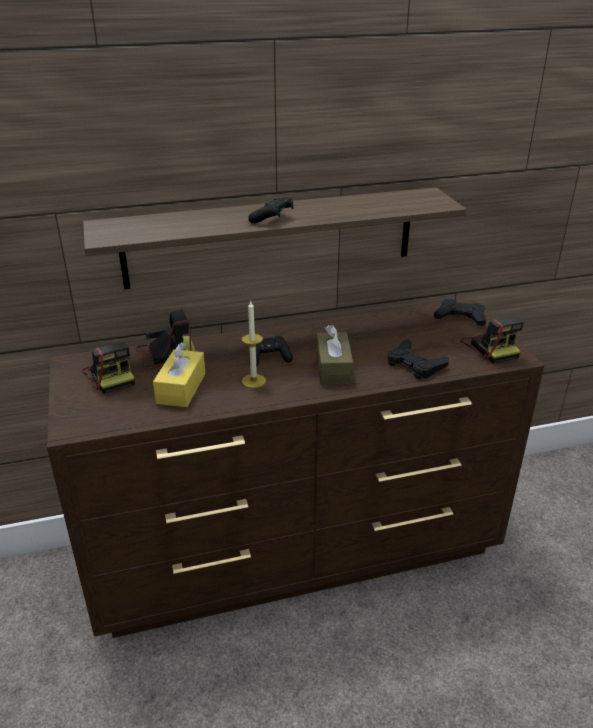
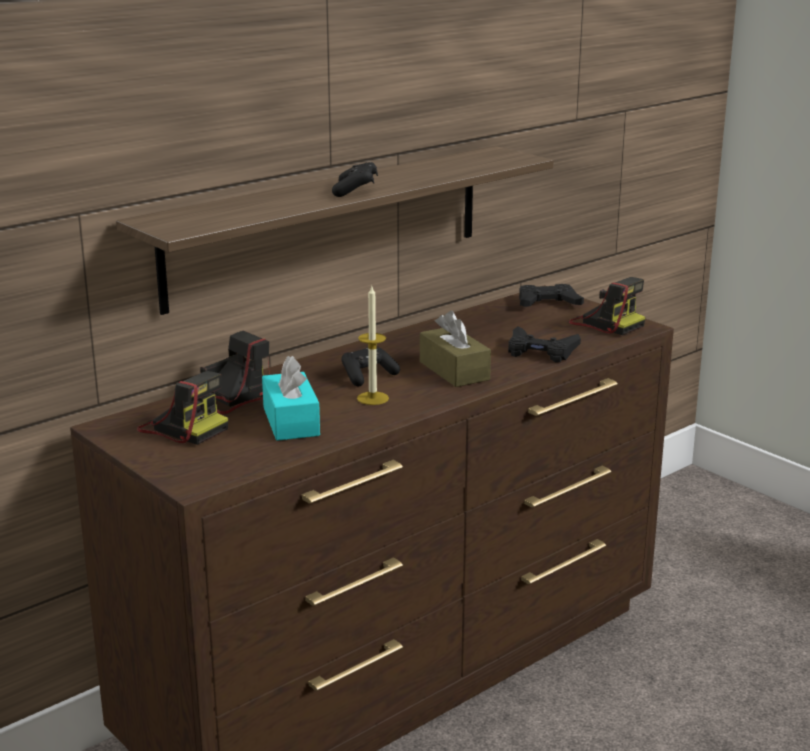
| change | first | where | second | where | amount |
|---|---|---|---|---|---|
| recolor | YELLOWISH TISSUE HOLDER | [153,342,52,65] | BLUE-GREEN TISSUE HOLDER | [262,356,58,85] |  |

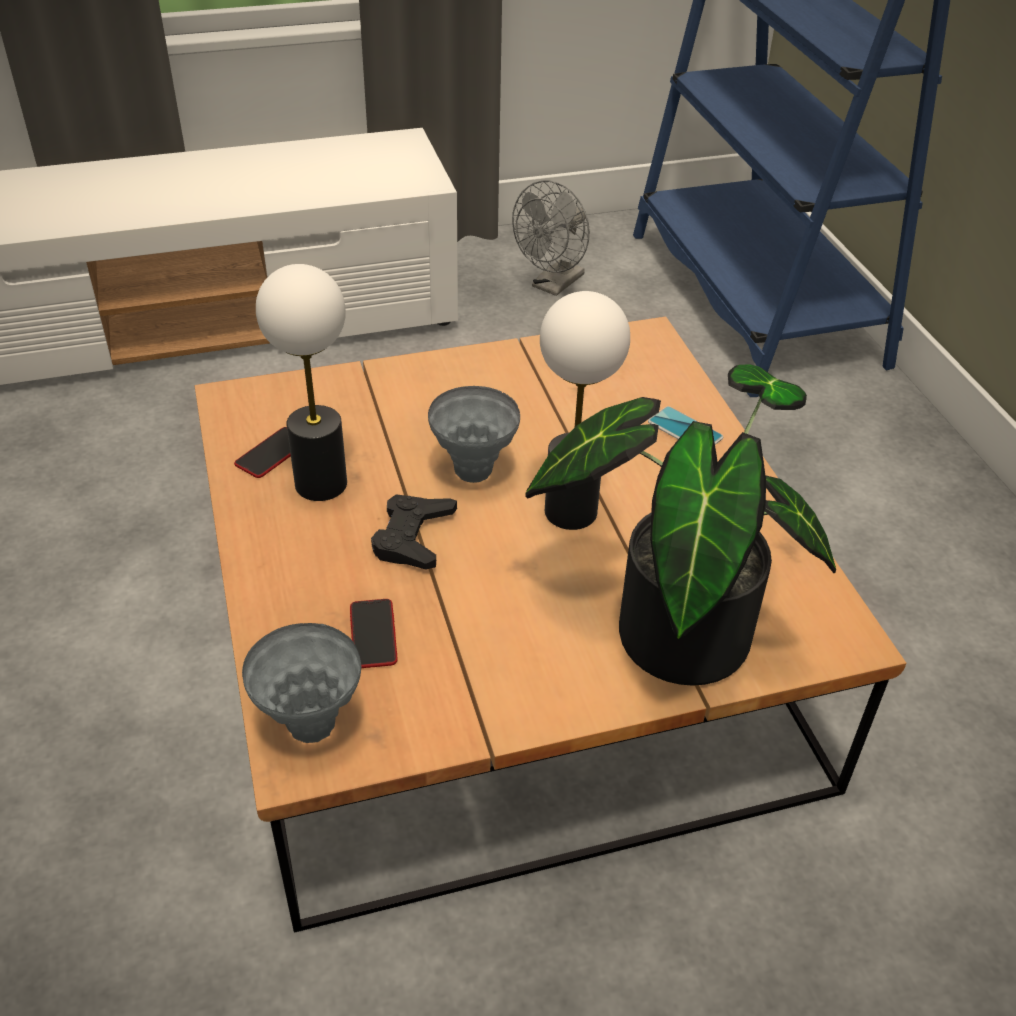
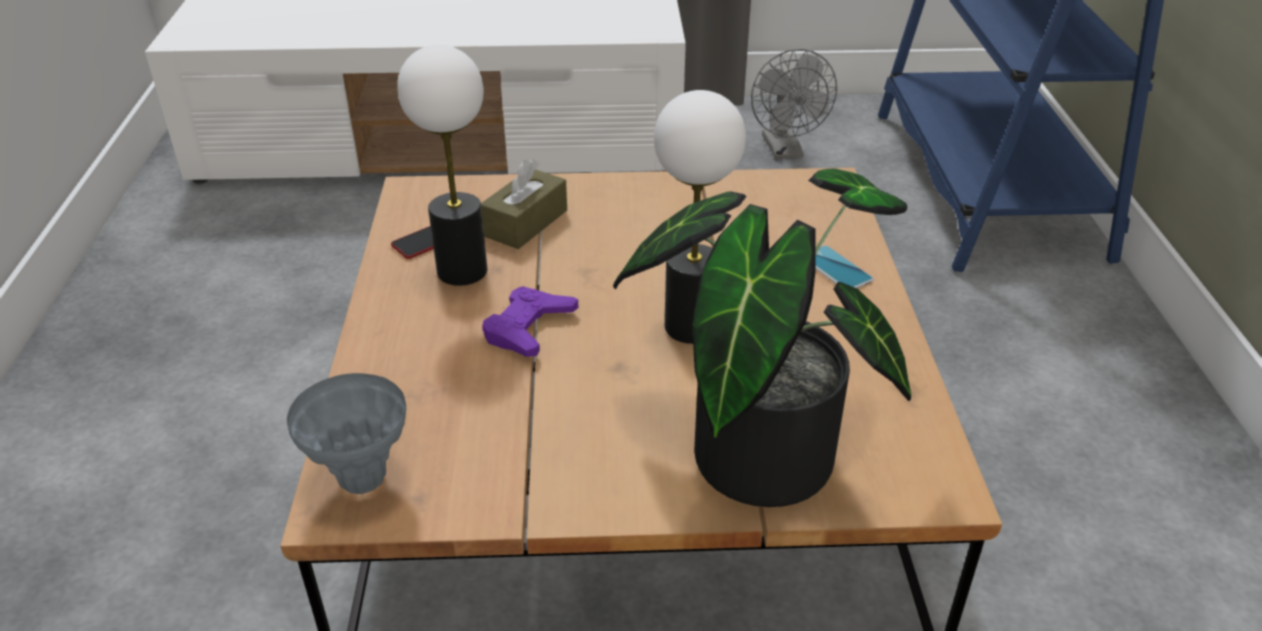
| change | first | where | second | where | amount |
|---|---|---|---|---|---|
| delete | HANDSET | [350,599,48,69] |  |  |  |
| recolor | BLACK GAME CONTROLLER | [371,494,86,75] | PURPLISH GAME CONTROLLER | [482,286,96,71] |  |
| delete | GREY DECORATIVE VASE | [428,386,92,97] |  |  |  |
| rotate | GREY ELECTRIC FAN | [512,180,78,116] |  | [751,49,86,110] | 60 degrees counterclockwise |
| insert |  |  | BROWNISH TISSUE HOLDER | [481,158,86,91] |  |

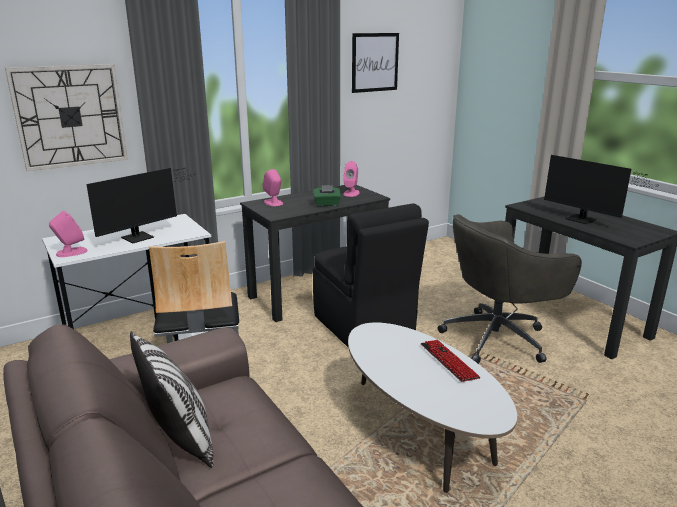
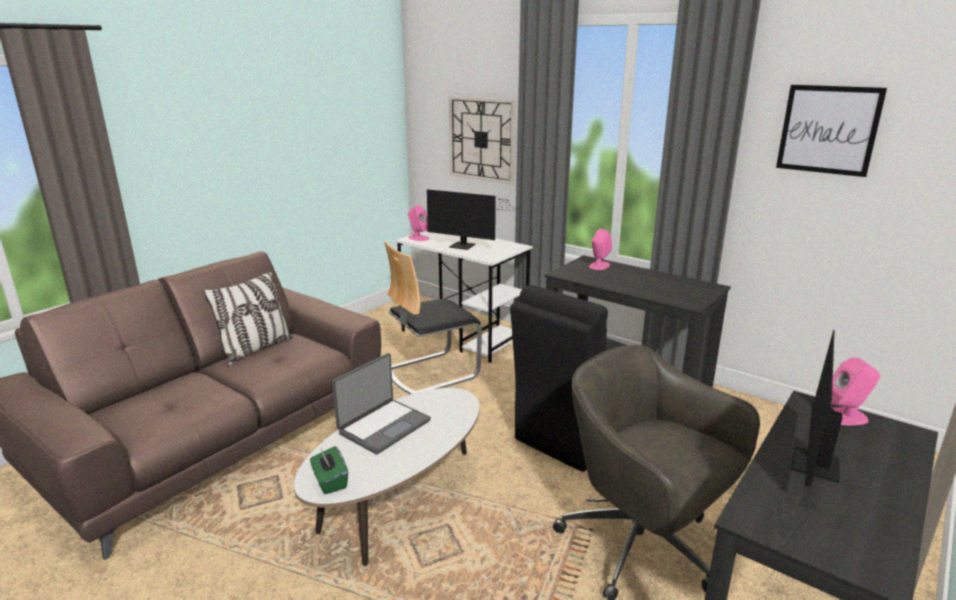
| change | first | where | second | where | amount |
|---|---|---|---|---|---|
| move | GREEN TISSUE HOLDER | [313,185,28,21] |  | [310,446,38,48] |  |
| move | PINK AUDIO SPEAKER | [343,161,17,36] |  | [831,357,49,68] |  |
| delete | PC KEYBOARD | [421,340,59,42] |  |  |  |
| insert |  |  | NOTEBOOK COMPUTER | [332,353,99,102] |  |

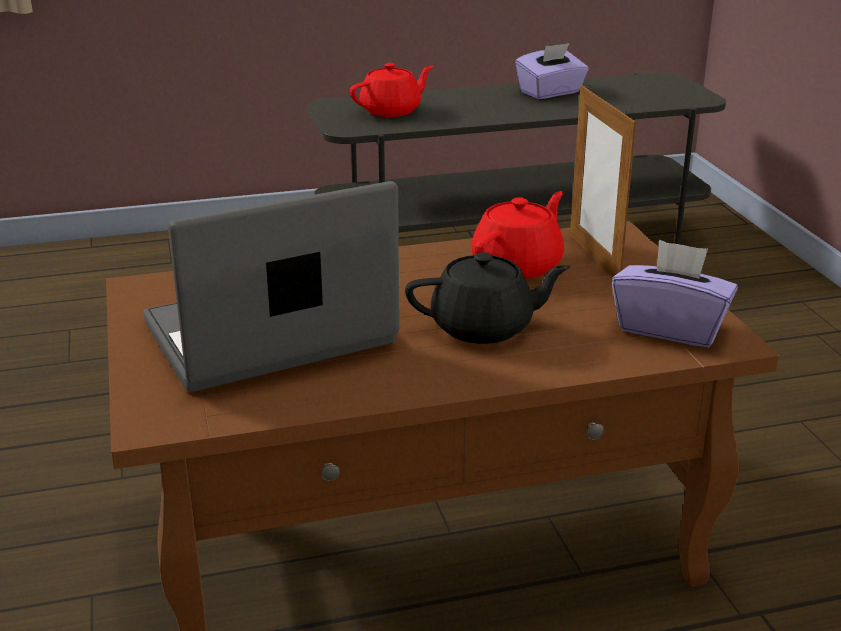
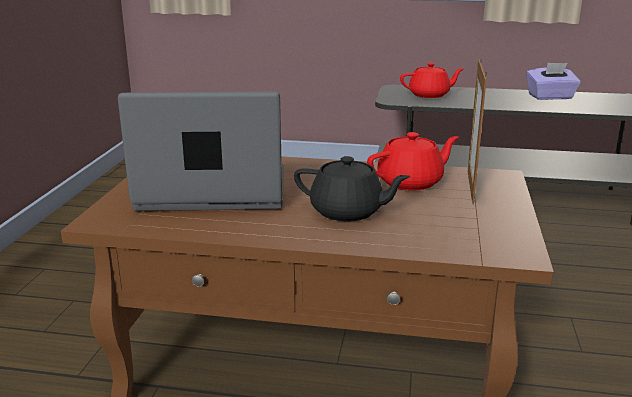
| change | first | where | second | where | amount |
|---|---|---|---|---|---|
| delete | PURPLISH TISSUE HOLDER | [612,240,126,107] |  |  |  |

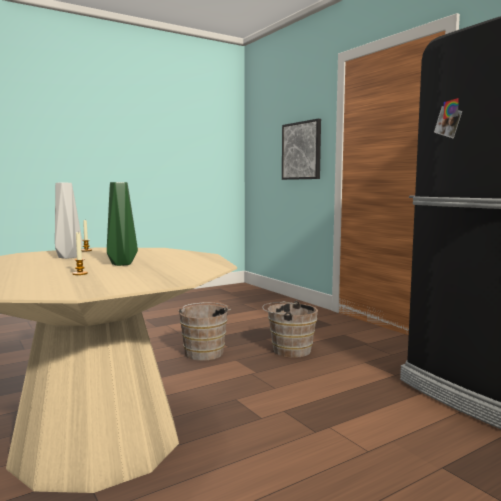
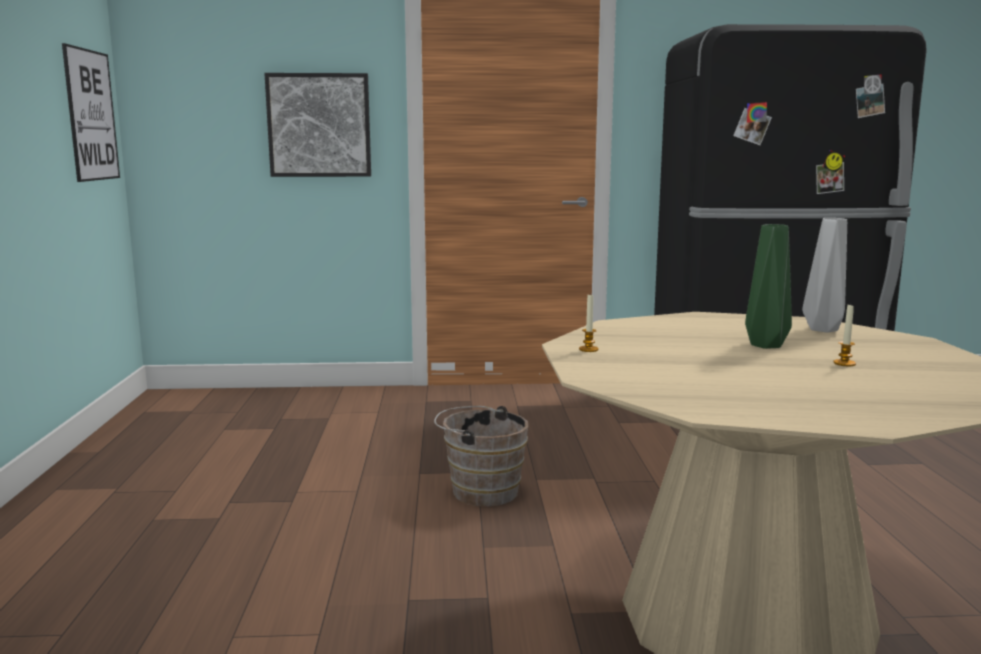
| change | first | where | second | where | amount |
|---|---|---|---|---|---|
| move | GREY DECORATIVE VASE | [55,183,28,76] |  | [802,218,45,115] |  |
| delete | BROWNISH PAIL | [262,301,56,57] |  |  |  |
| insert |  |  | PICTURE | [62,43,58,139] |  |

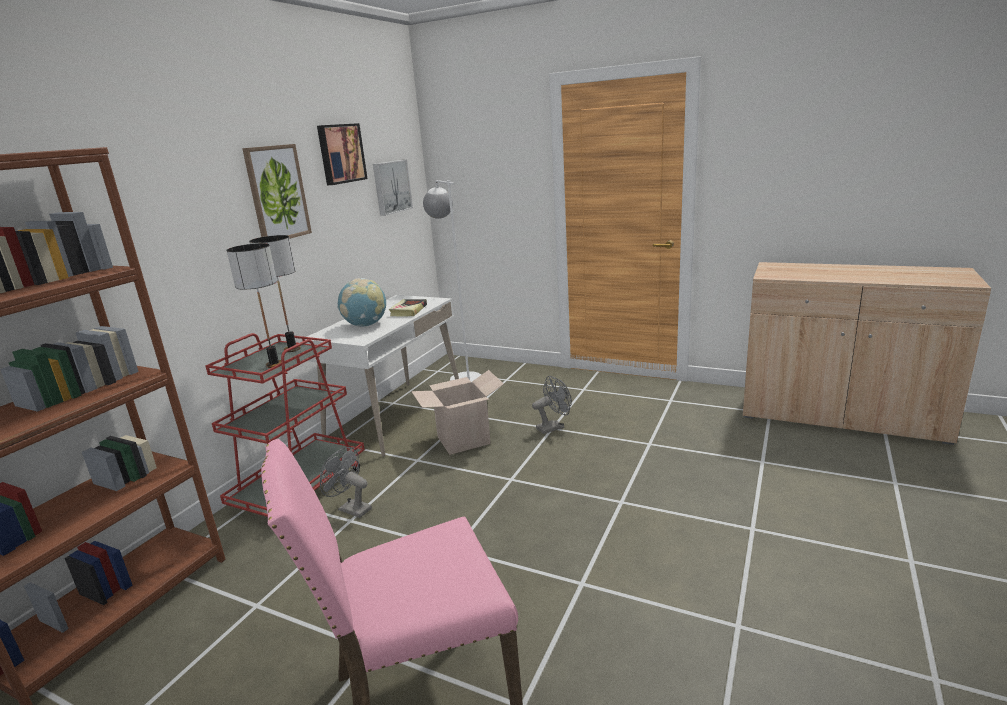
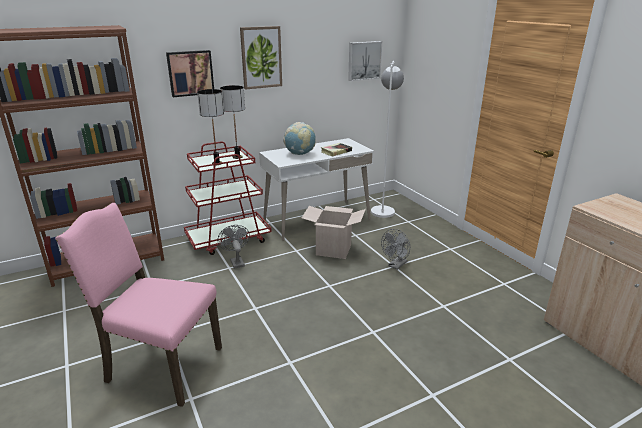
| change | first | where | second | where | amount |
|---|---|---|---|---|---|
| move | PICTURE | [317,123,51,62] |  | [166,50,48,47] |  |
| rotate | GREY ELECTRIC FAN | [532,376,40,58] |  | [381,229,29,41] | 120 degrees clockwise |

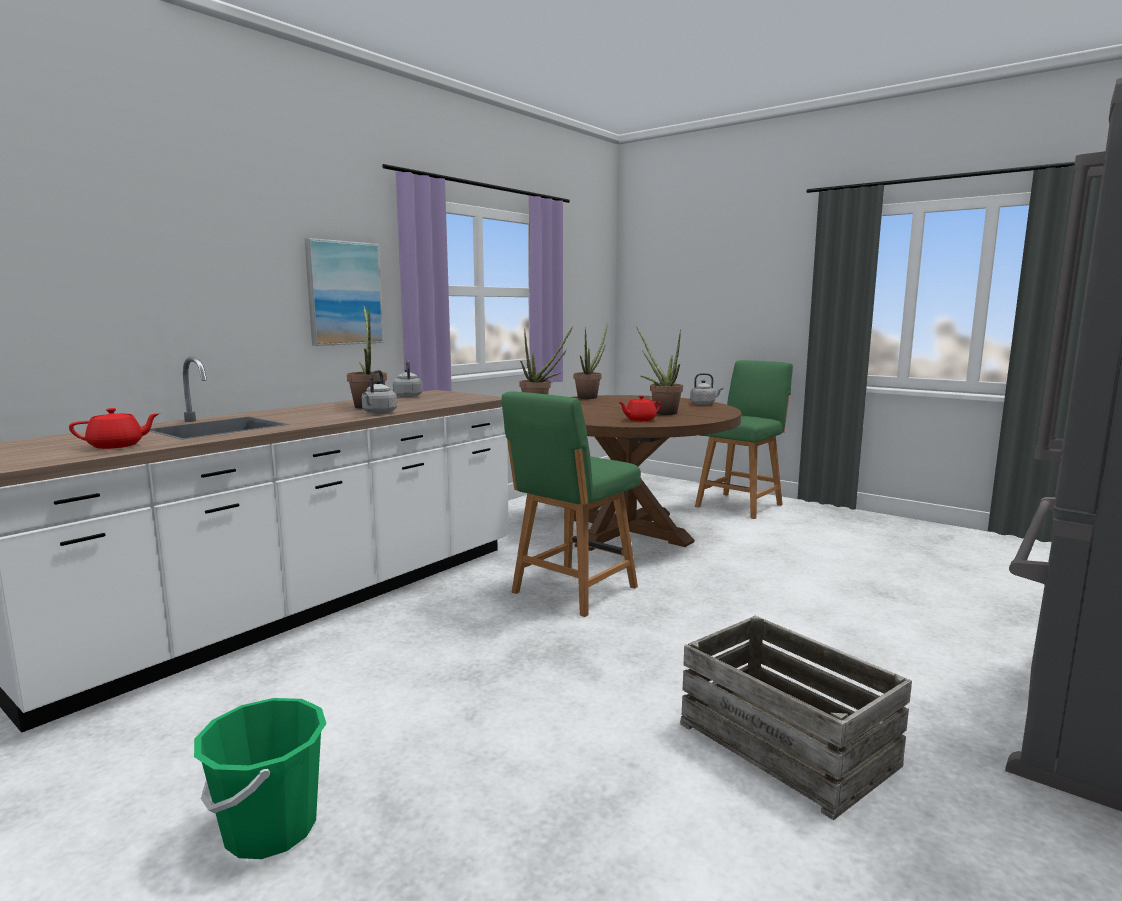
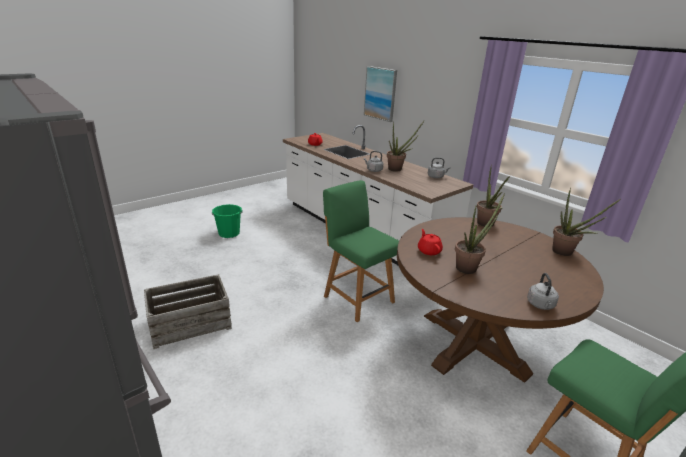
| change | first | where | second | where | amount |
|---|---|---|---|---|---|
| move | PICTURE | [304,238,80,108] |  | [364,66,33,56] |  |

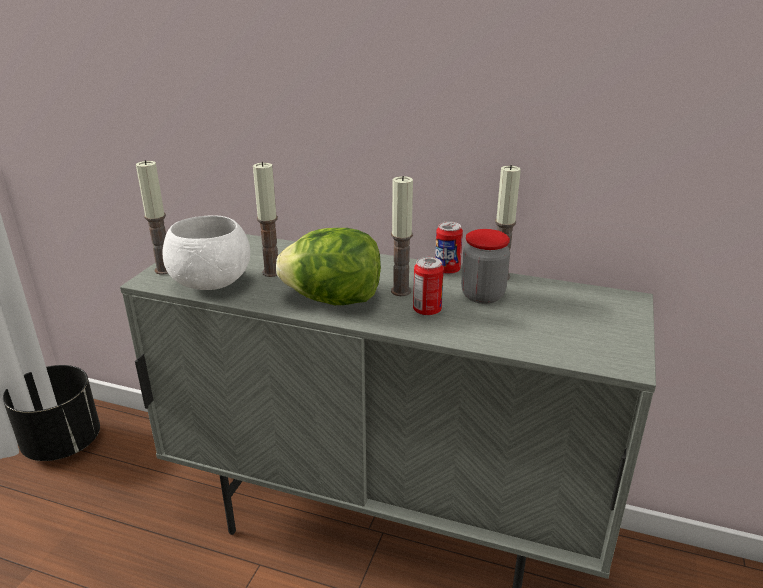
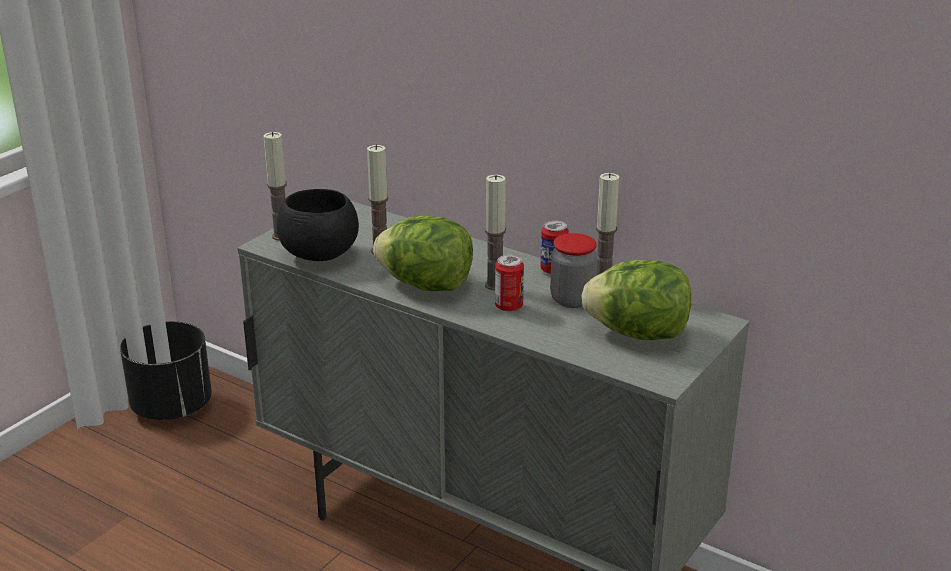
| change | first | where | second | where | amount |
|---|---|---|---|---|---|
| recolor | WHITISH DEEP DISH | [163,215,87,75] | BLACK DEEP DISH | [277,189,82,72] |  |
| insert |  |  | LETTUCE | [581,260,110,80] |  |

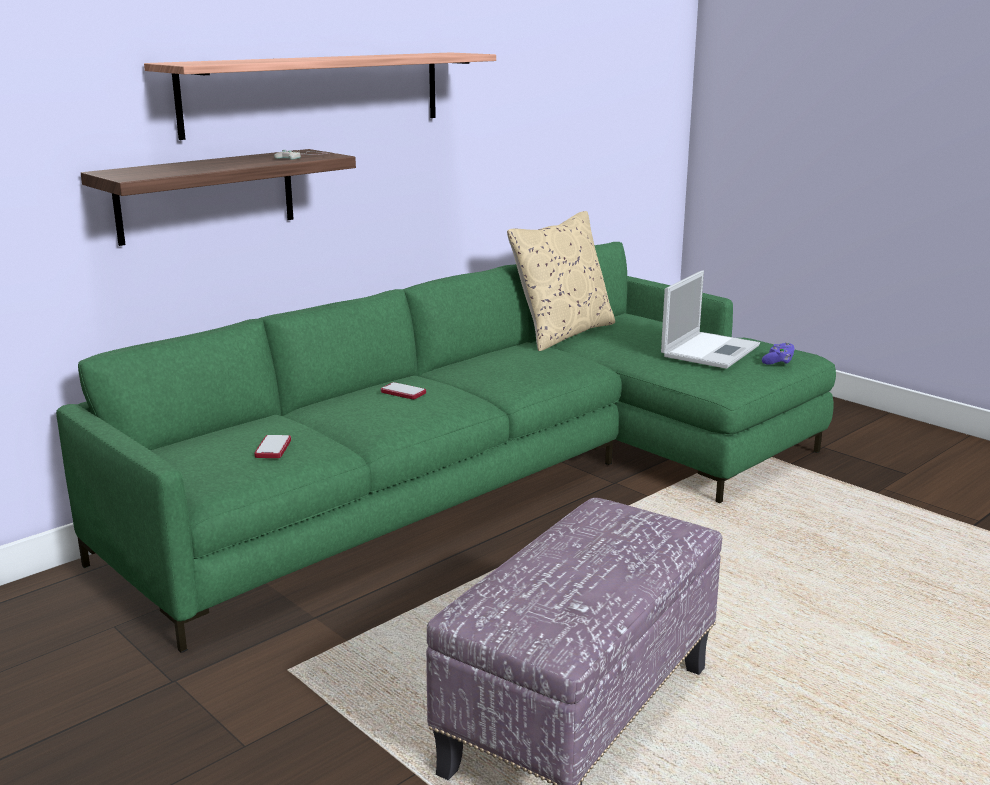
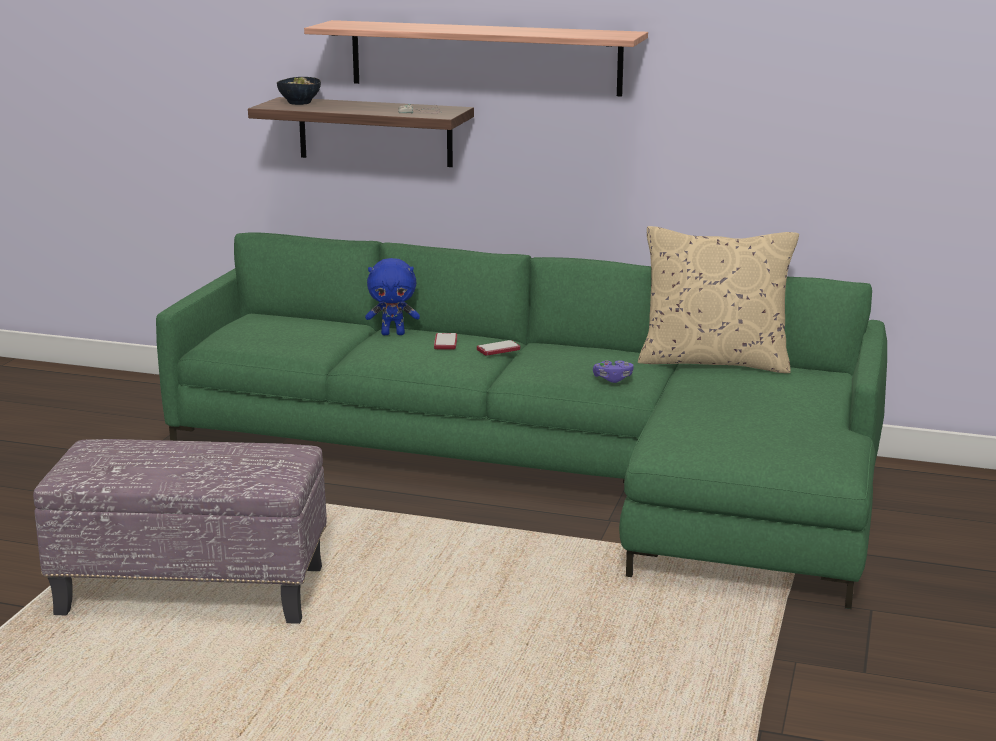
| change | first | where | second | where | amount |
|---|---|---|---|---|---|
| move | HANDSET | [254,435,37,23] |  | [477,340,43,16] |  |
| delete | NOTEBOOK COMPUTER | [661,270,99,99] |  |  |  |
| move | PURPLISH GAME CONTROLLER | [762,342,33,23] |  | [593,360,41,23] |  |
| insert |  |  | DEEP DISH | [277,77,44,28] |  |
| insert |  |  | BLUISH SOFT TOY | [365,258,55,77] |  |

